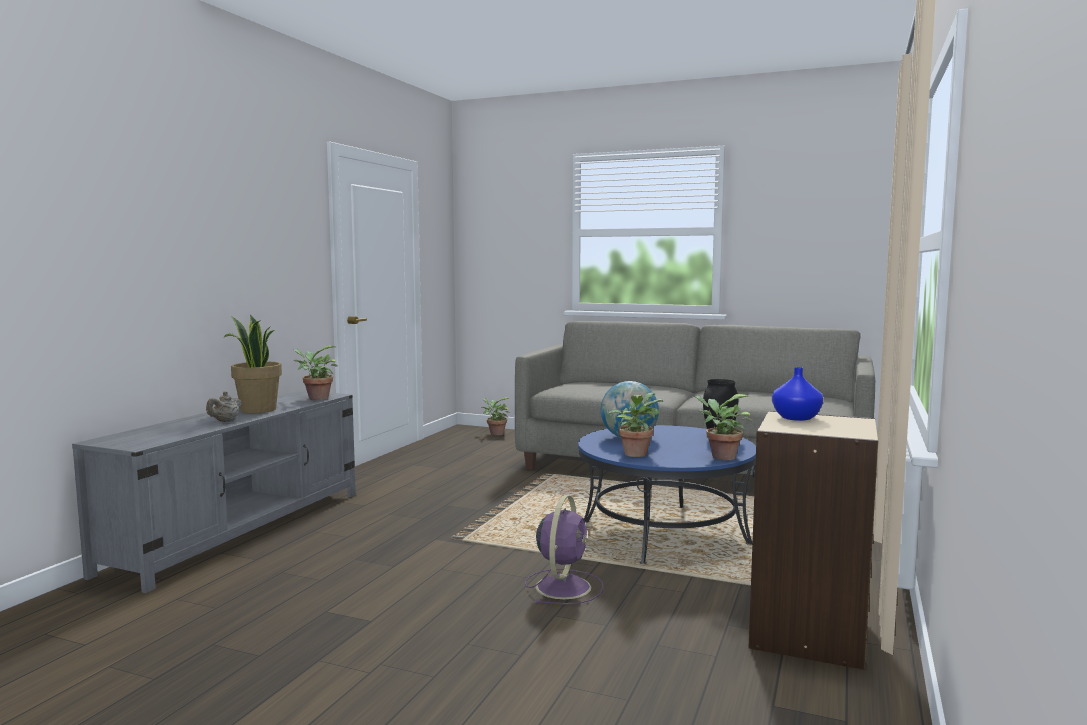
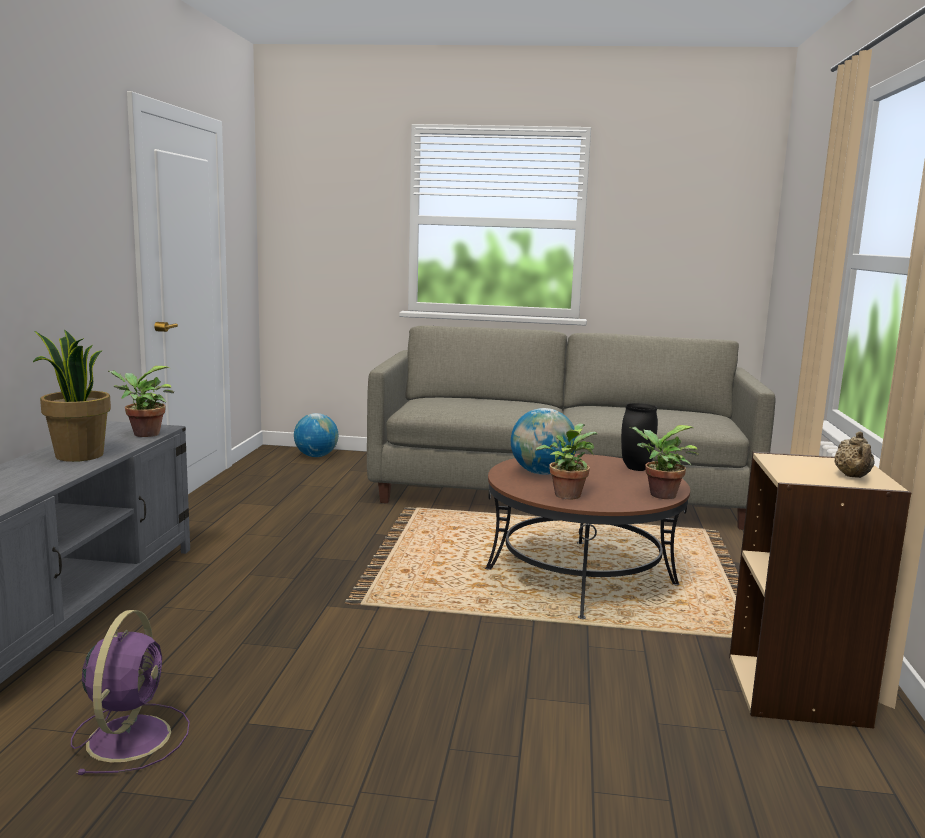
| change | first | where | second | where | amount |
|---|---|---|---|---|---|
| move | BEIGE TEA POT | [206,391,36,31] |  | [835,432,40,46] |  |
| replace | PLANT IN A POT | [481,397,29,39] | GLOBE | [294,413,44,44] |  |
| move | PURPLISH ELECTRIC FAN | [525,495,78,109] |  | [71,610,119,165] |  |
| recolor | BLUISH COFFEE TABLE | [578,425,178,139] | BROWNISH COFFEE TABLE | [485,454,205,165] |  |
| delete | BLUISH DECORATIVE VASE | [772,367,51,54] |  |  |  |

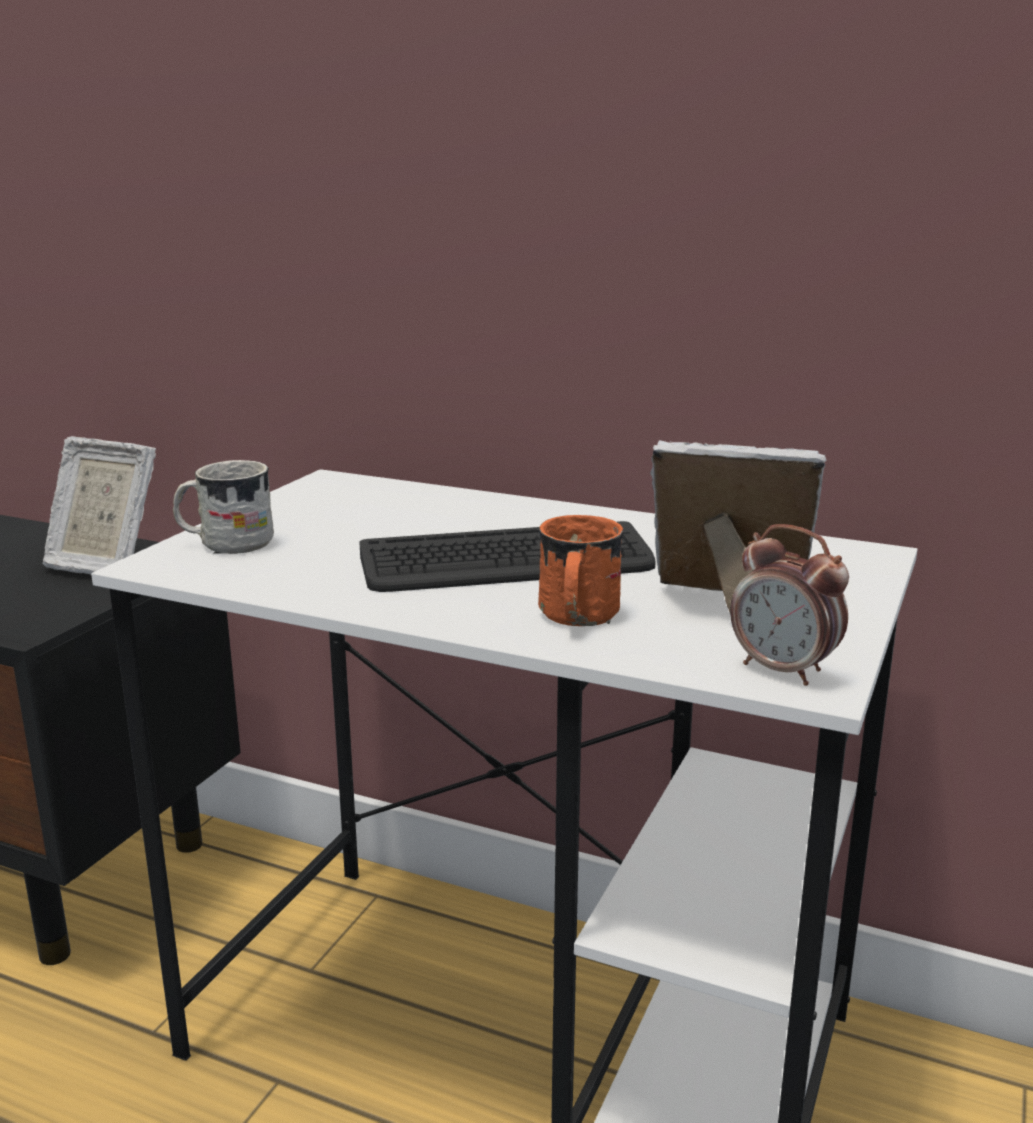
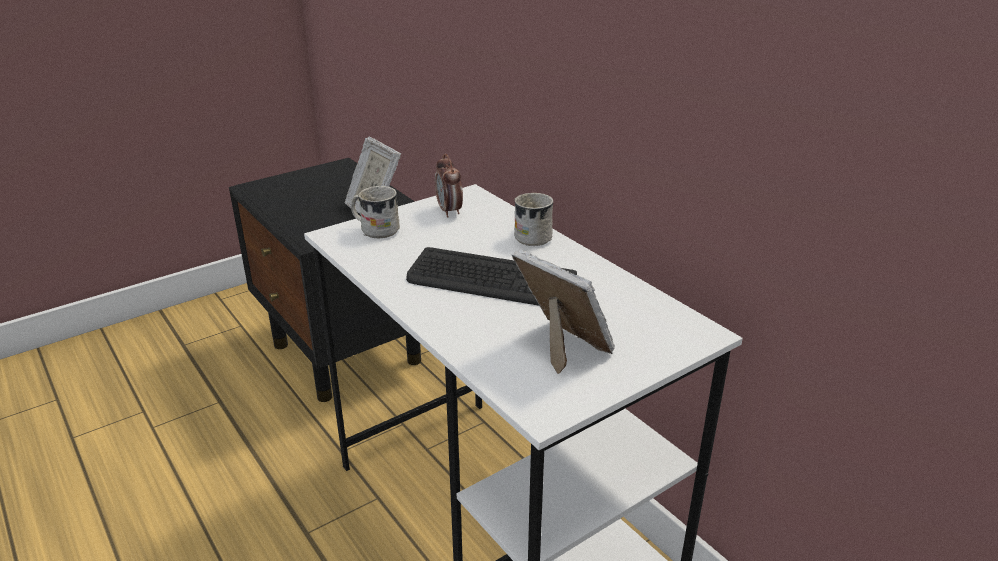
| change | first | where | second | where | amount |
|---|---|---|---|---|---|
| delete | ORANGE TEA MUG | [538,515,85,111] |  |  |  |
| move | ALARM CLOCK | [730,524,119,162] |  | [435,153,28,65] |  |
| insert |  |  | WHITISH TEA MUG | [514,193,39,53] |  |

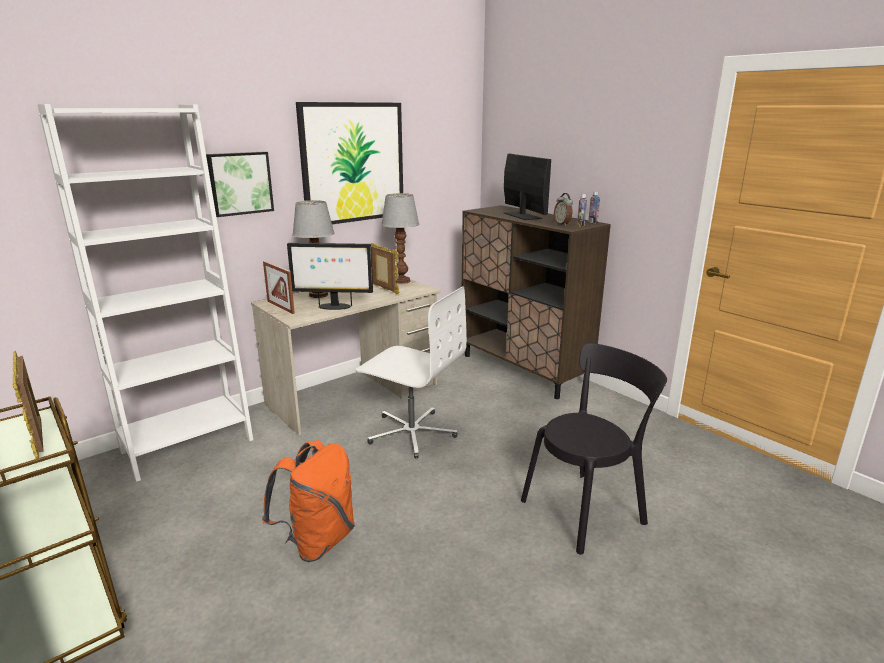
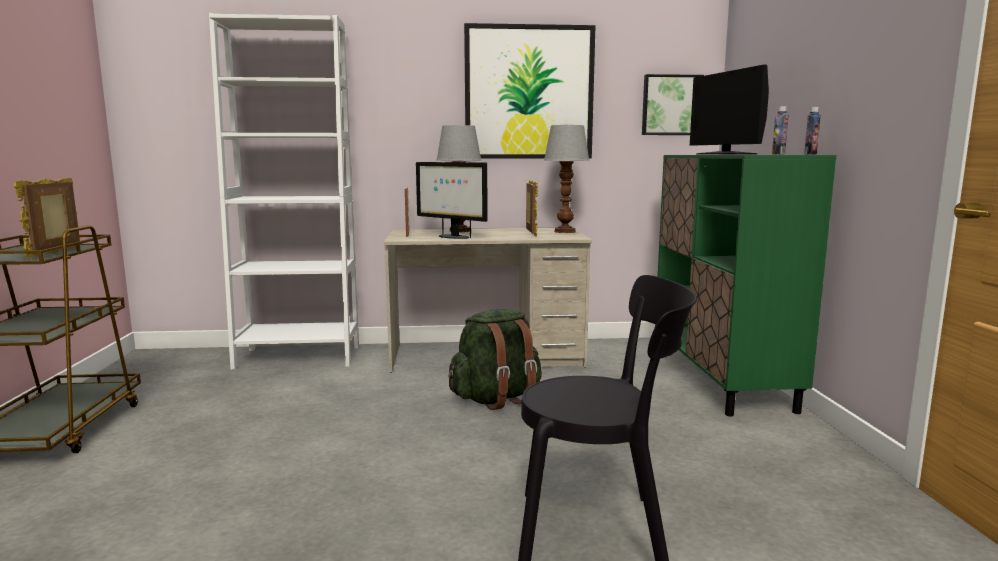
| change | first | where | second | where | amount |
|---|---|---|---|---|---|
| move | PICTURE | [206,151,68,66] |  | [642,74,62,61] |  |
| delete | ORANGE RUCKSACK | [262,440,93,122] |  |  |  |
| replace | WHITISH DESK CHAIR | [356,286,111,172] | GREEN RUCKSACK | [448,309,94,101] |  |
| recolor | BROWNISH CUPBOARD | [462,205,149,194] | GREEN CUPBOARD | [655,155,181,261] |  |
| rotate | MONITOR | [504,154,47,66] |  | [690,65,79,90] | 150 degrees clockwise |
| delete | ALARM CLOCK | [554,193,19,33] |  |  |  |

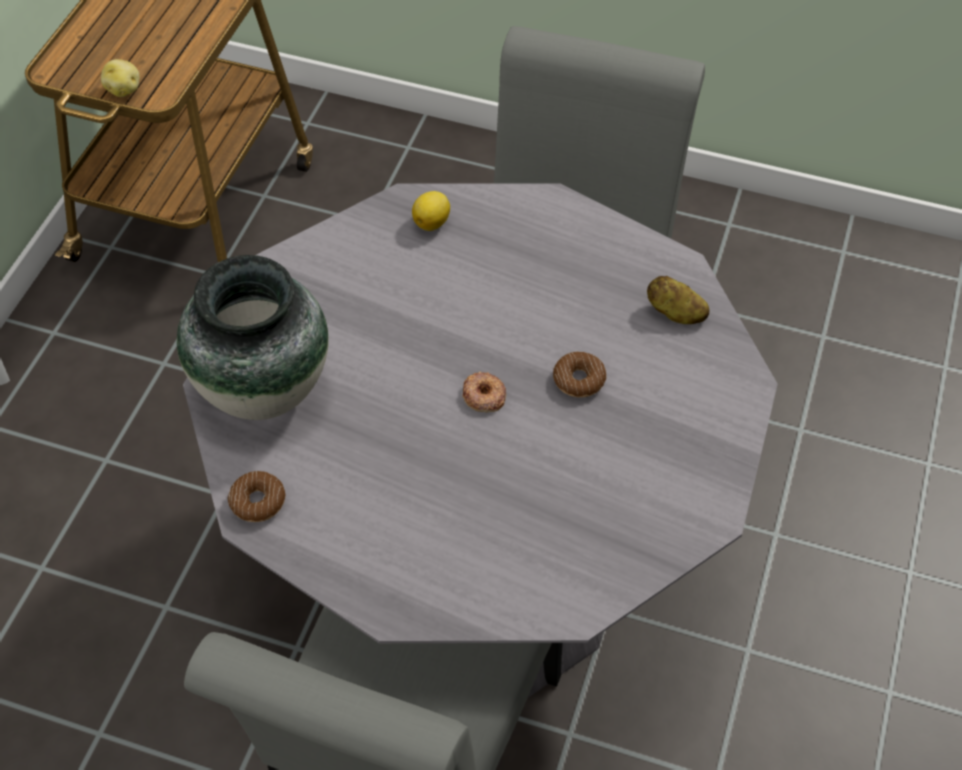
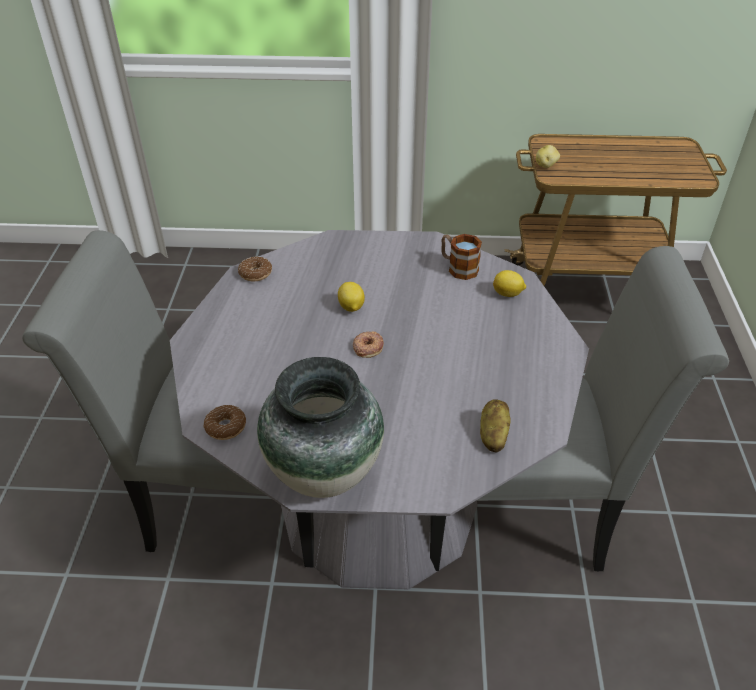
| change | first | where | second | where | amount |
|---|---|---|---|---|---|
| move | DECORATIVE VASE | [177,255,152,165] |  | [257,357,127,141] |  |
| move | RING DOUGHNUT | [553,352,53,46] |  | [204,405,42,35] |  |
| insert |  |  | CITRUS FRUIT | [338,282,27,30] |  |
| insert |  |  | TEA MUG | [442,234,40,46] |  |

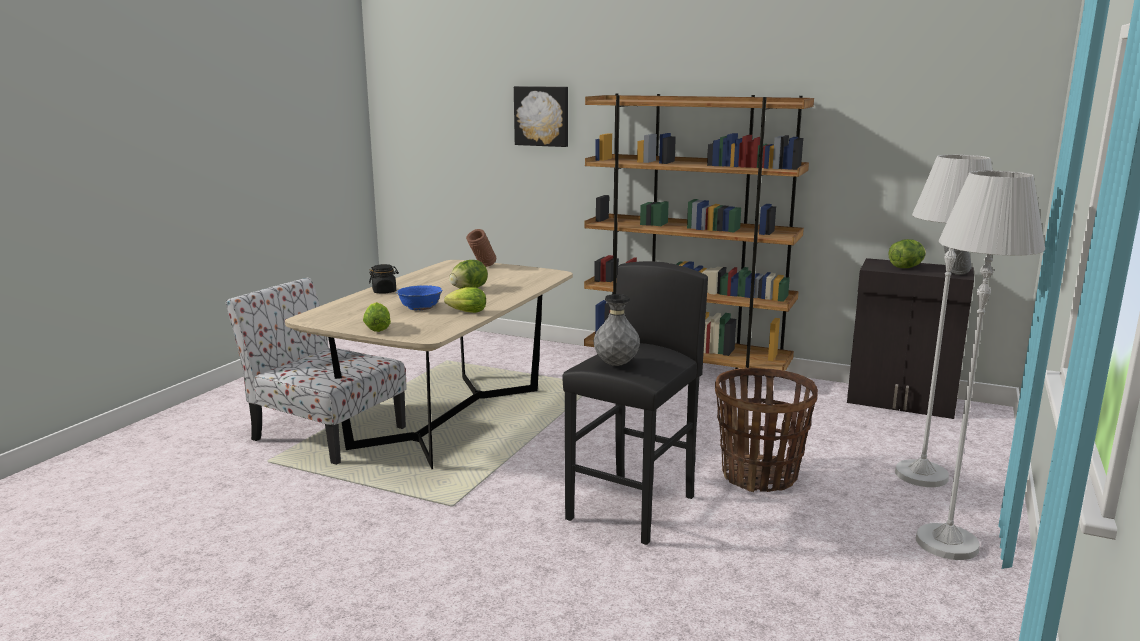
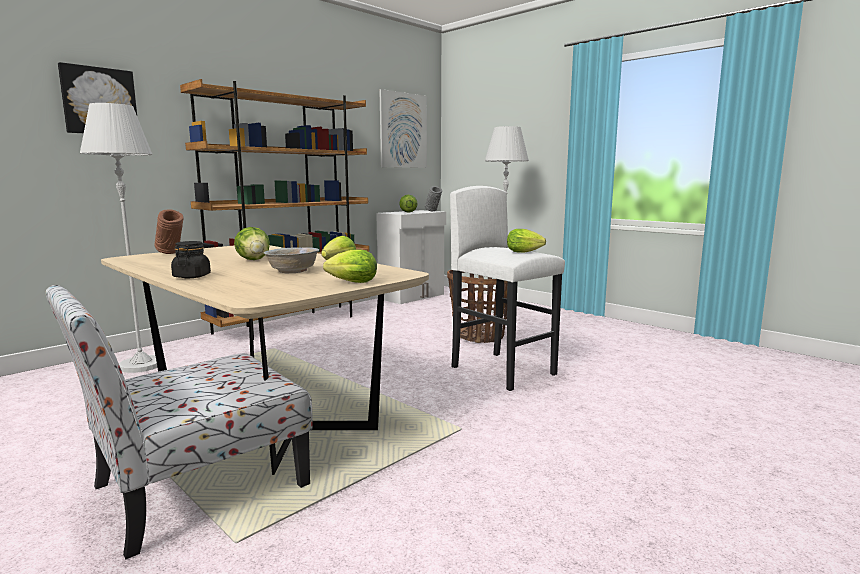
| change | first | where | second | where | amount |
|---|---|---|---|---|---|
| recolor | BLUISH DEEP DISH | [396,285,46,25] | WHITISH DEEP DISH | [264,247,55,26] |  |
| recolor | BLACK STOOL SEAT | [563,261,145,284] | WHITISH STOOL SEAT | [450,186,115,205] |  |
| replace | GREY DECORATIVE VASE | [594,294,46,72] | LETTUCE | [507,229,39,24] |  |
| recolor | BLACK CUPBOARD | [847,258,127,161] | WHITISH CUPBOARD | [376,210,70,94] |  |
| move | WHITISH STANDARD LAMP | [916,171,129,389] |  | [80,103,78,270] |  |
| insert |  |  | PICTURE | [379,89,48,79] |  |

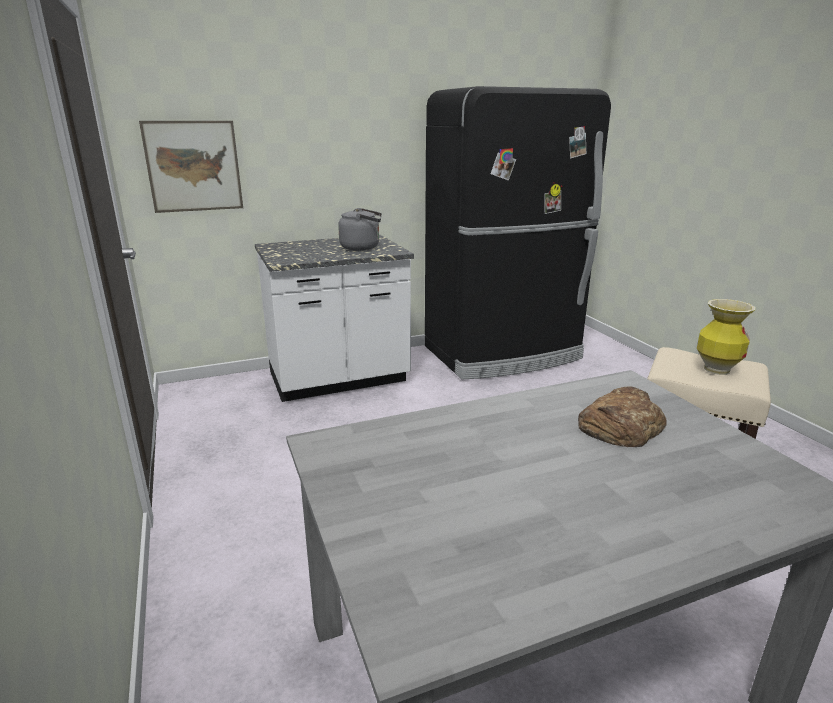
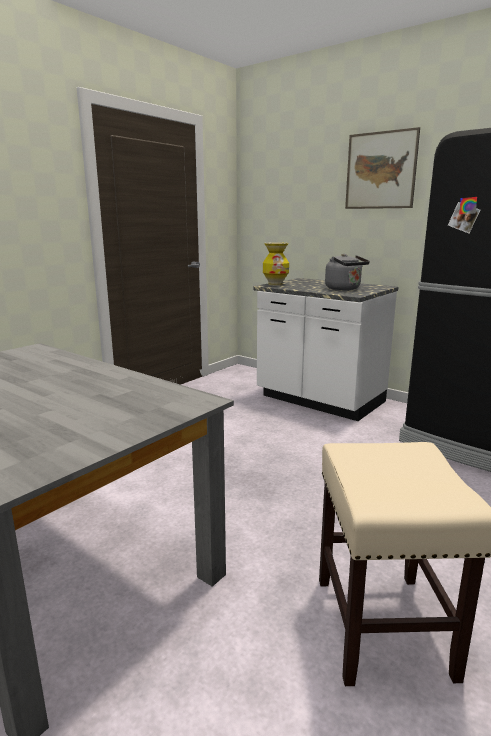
| change | first | where | second | where | amount |
|---|---|---|---|---|---|
| move | PICTURE | [139,121,104,92] |  | [345,127,75,82] |  |
| delete | BAKED BREAD | [578,386,89,61] |  |  |  |
| move | DECORATIVE VASE | [697,299,58,76] |  | [263,242,26,44] |  |

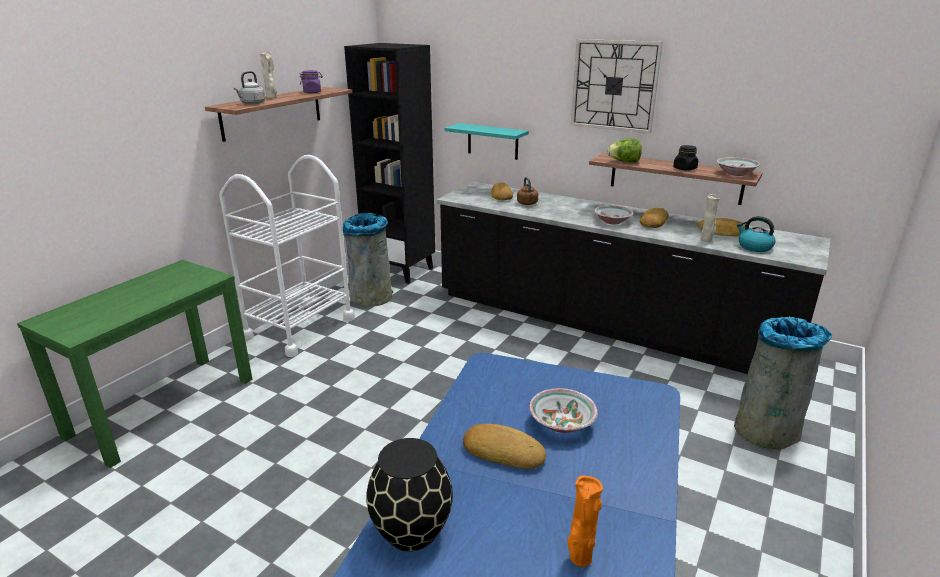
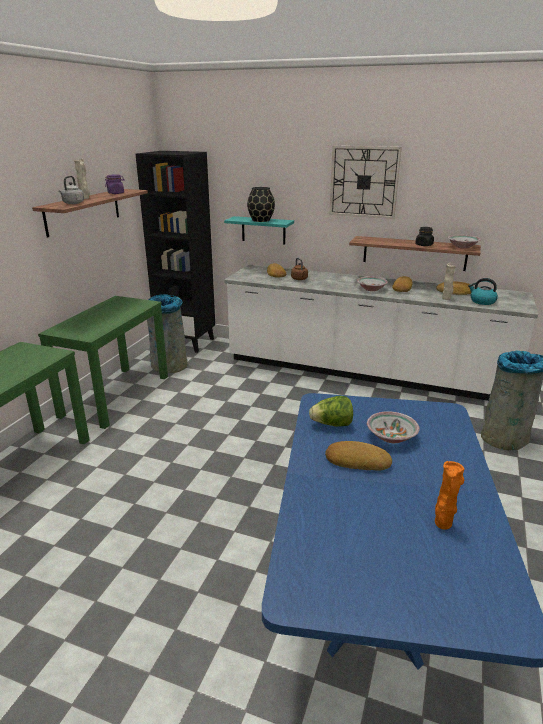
| change | first | where | second | where | amount |
|---|---|---|---|---|---|
| replace | WHITISH CART | [219,155,136,202] | GREEN HALL TABLE | [38,296,130,133] |  |
| move | BLACK DECORATIVE VASE | [366,438,87,113] |  | [247,187,28,35] |  |
| recolor | BLACK COUNTER | [437,182,394,192] | WHITISH COUNTER | [224,264,314,137] |  |
| move | LETTUCE | [607,138,35,25] |  | [309,396,44,31] |  |

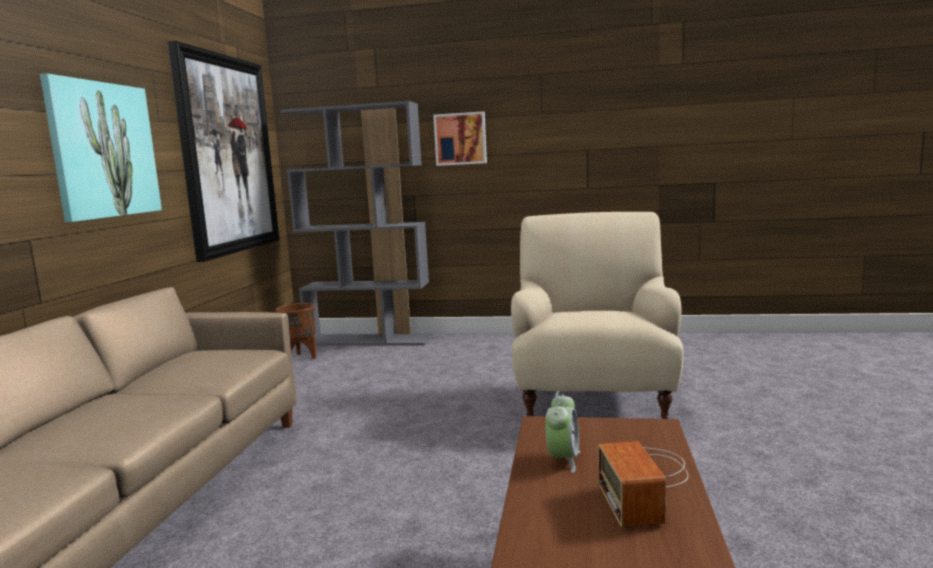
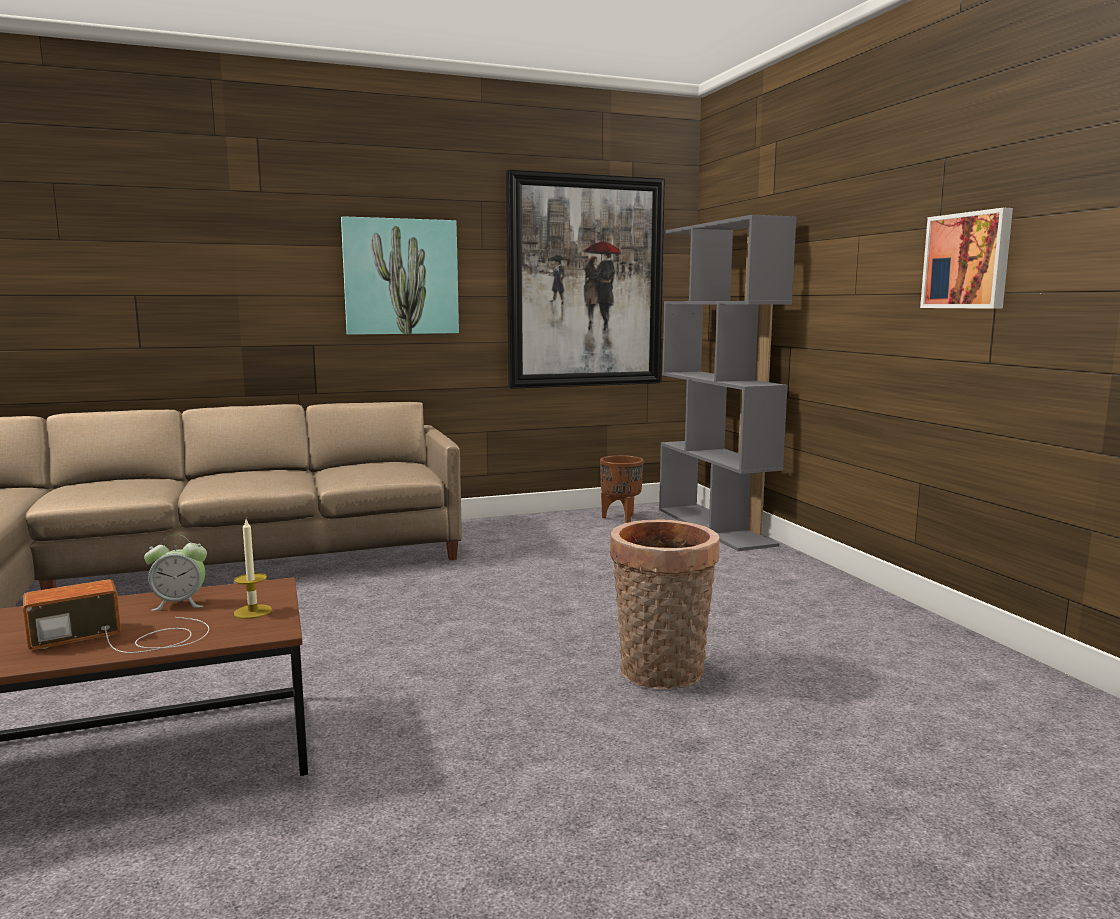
| change | first | where | second | where | amount |
|---|---|---|---|---|---|
| move | PICTURE | [433,111,54,55] |  | [920,208,93,101] |  |
| replace | BEIGE EASY CHAIR | [511,212,173,207] | BASKET | [610,519,110,170] |  |
| insert |  |  | WAX LIGHT | [234,519,38,100] |  |

